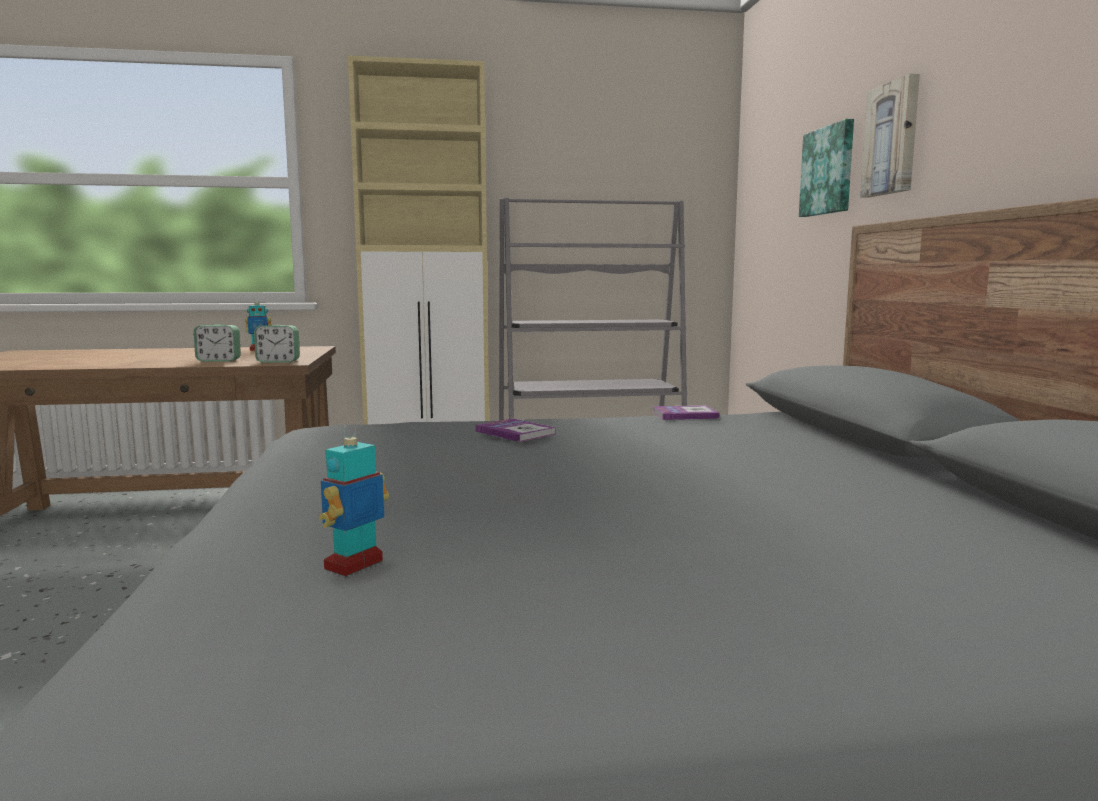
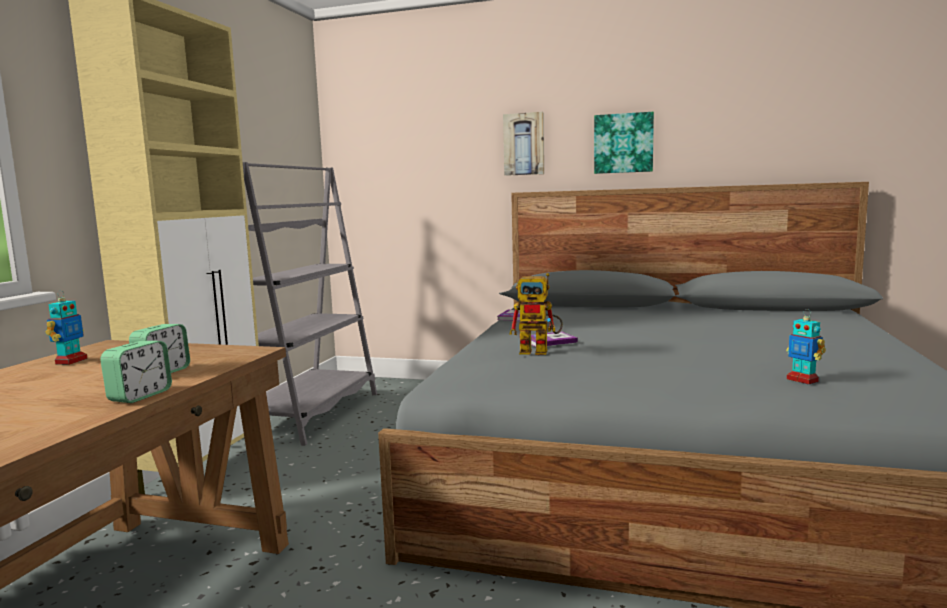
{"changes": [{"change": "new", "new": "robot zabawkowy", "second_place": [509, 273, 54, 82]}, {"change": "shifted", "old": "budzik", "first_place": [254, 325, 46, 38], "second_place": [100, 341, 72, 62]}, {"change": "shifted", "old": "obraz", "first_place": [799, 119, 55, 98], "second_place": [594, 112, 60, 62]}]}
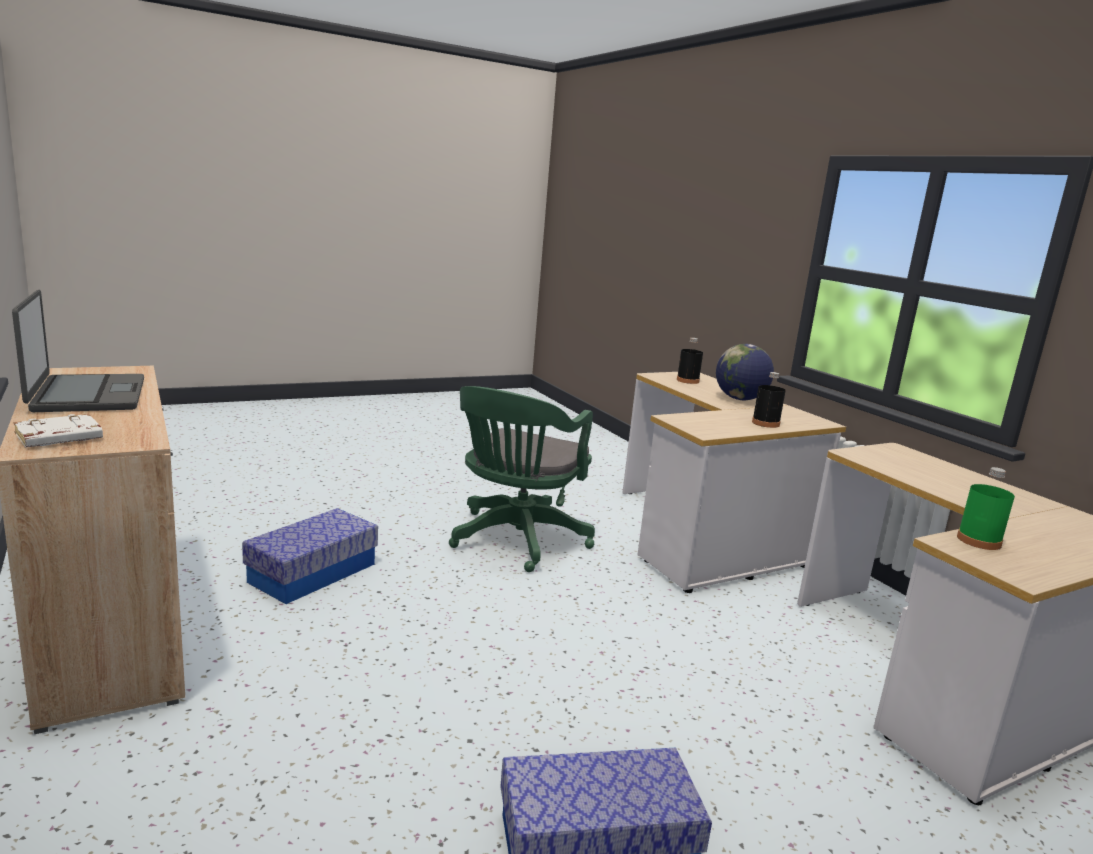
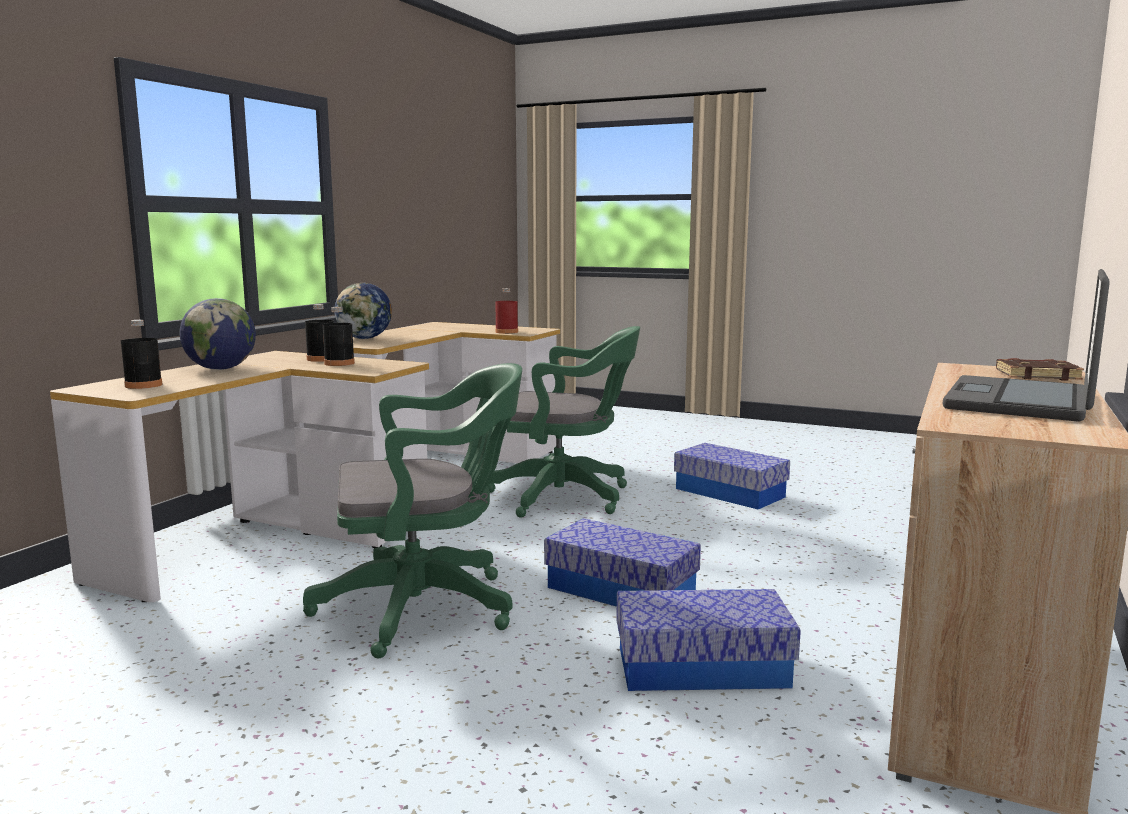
{"changes": [{"change": "new", "new": "butelka (czarny)", "second_place": [323, 307, 32, 59]}, {"change": "new", "new": "globus", "second_place": [334, 283, 58, 56]}, {"change": "new", "new": "krzesło biurowe (zielony)", "second_place": [487, 326, 153, 192]}, {"change": "new", "new": "pojemnik do przechowywania", "second_place": [544, 518, 157, 89]}, {"change": "repainted", "old": "książka (biały)", "new": "książka (brązowy)", "first_place": [13, 414, 90, 33], "second_place": [996, 358, 88, 23]}, {"change": "repainted", "old": "butelka (zielony)", "new": "butelka (czerwony)", "first_place": [957, 467, 58, 83], "second_place": [495, 288, 23, 46]}]}
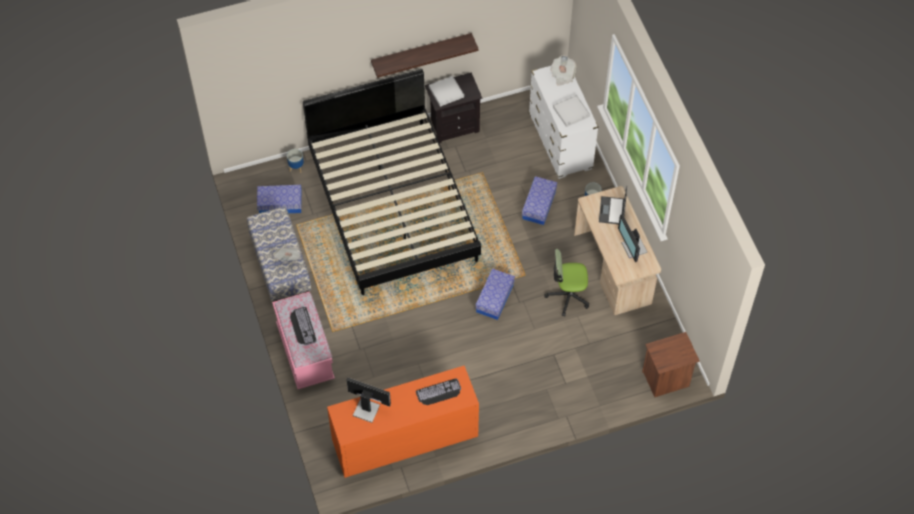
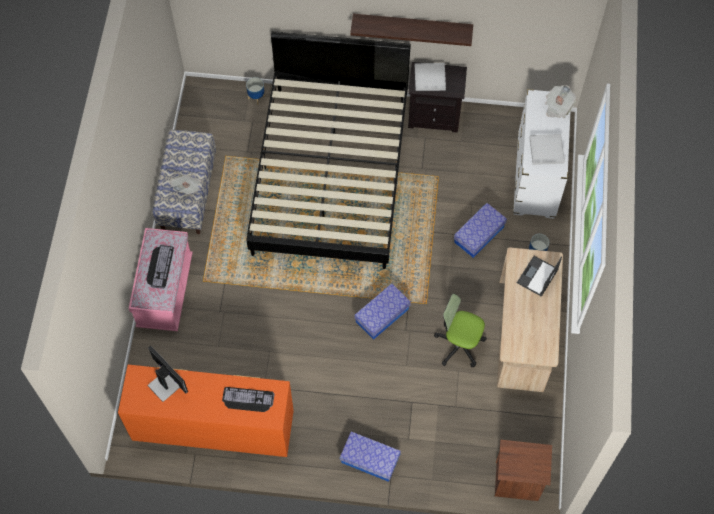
{"changes": [{"change": "gone", "old": "monitor", "first_place": [618, 214, 29, 48]}, {"change": "shifted", "old": "pojemnik do przechowywania", "first_place": [257, 185, 45, 28], "second_place": [340, 432, 61, 50]}]}
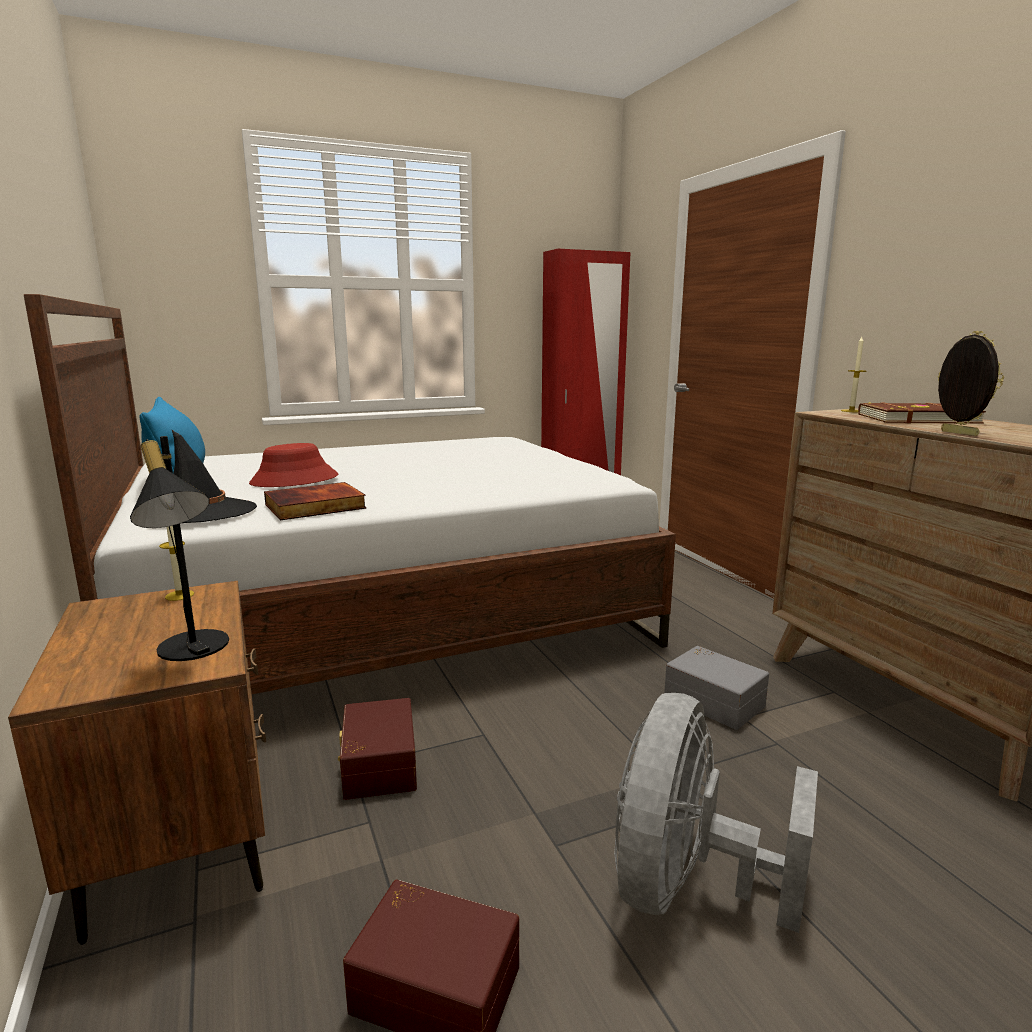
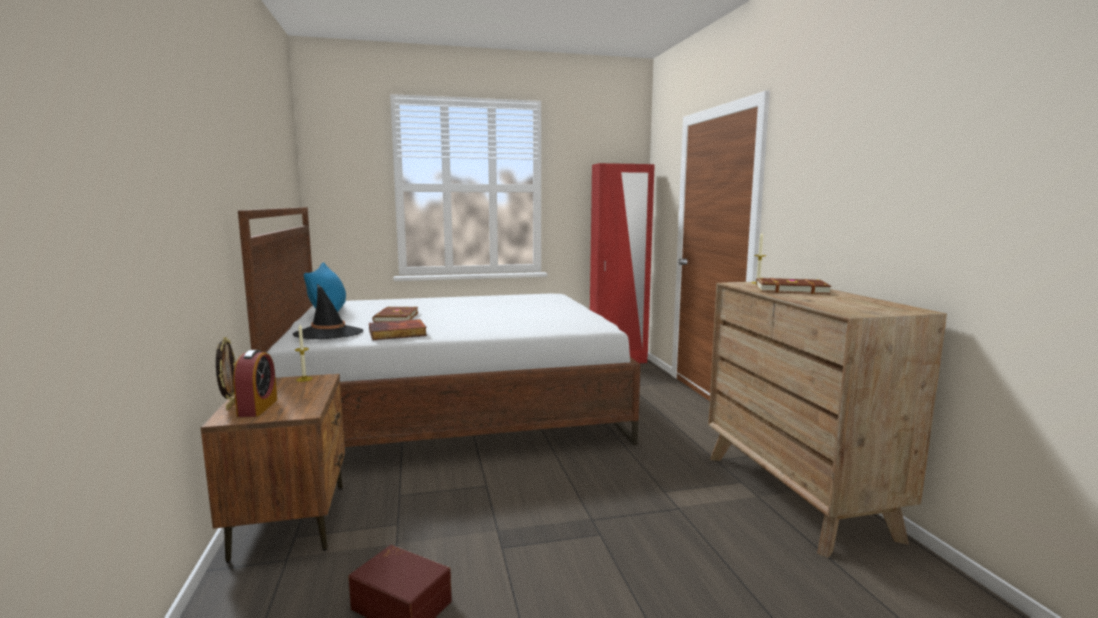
{"changes": [{"change": "gone", "old": "lampa stołowa (czarny)", "first_place": [130, 436, 99, 225]}, {"change": "gone", "old": "pojemnik do przechowywania (brązowy)", "first_place": [338, 698, 79, 102]}, {"change": "gone", "old": "wentylator (szary)", "first_place": [614, 693, 204, 240]}, {"change": "gone", "old": "pojemnik do przechowywania (szary)", "first_place": [664, 646, 105, 84]}, {"change": "new", "new": "budzik", "second_place": [233, 350, 44, 67]}, {"change": "shifted", "old": "ramka na zdjęcie", "first_place": [937, 331, 67, 105], "second_place": [216, 337, 20, 73]}, {"change": "swapped", "old": "kapelusz (czerwony)", "new": "książka (brązowy)", "first_place": [249, 443, 89, 44], "second_place": [372, 306, 47, 16]}]}
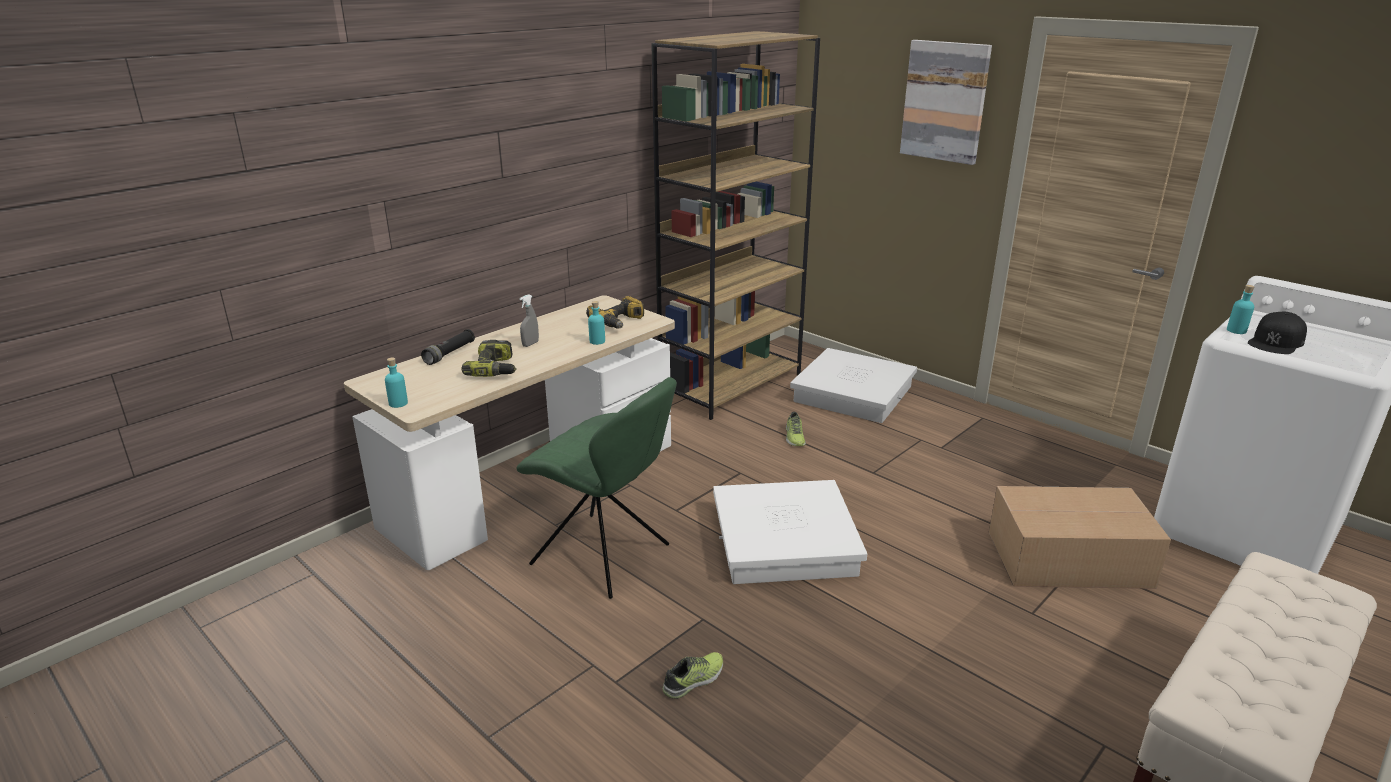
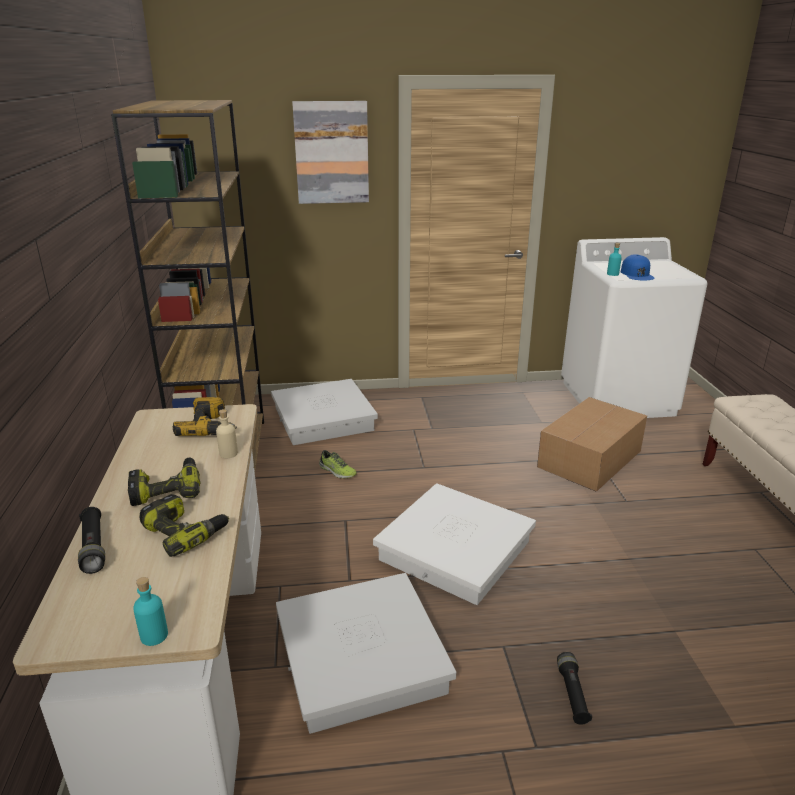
{"changes": [{"change": "swapped", "old": "krzesło (zielony)", "new": "pojemnik do przechowywania (biały)", "first_place": [516, 377, 161, 222], "second_place": [276, 573, 180, 161]}, {"change": "swapped", "old": "spryskiwacz (szary)", "new": "wiertarka", "first_place": [520, 294, 19, 53], "second_place": [128, 458, 72, 48]}, {"change": "swapped", "old": "but", "new": "latarka (czarny)", "first_place": [662, 652, 61, 47], "second_place": [557, 652, 35, 73]}, {"change": "repainted", "old": "butelka (turkusowy)", "new": "butelka (beżowy)", "first_place": [588, 301, 17, 44], "second_place": [216, 409, 22, 49]}, {"change": "repainted", "old": "czapka z daszkiem (czarny)", "new": "czapka z daszkiem (niebieski)", "first_place": [1248, 312, 59, 42], "second_place": [621, 254, 34, 26]}]}
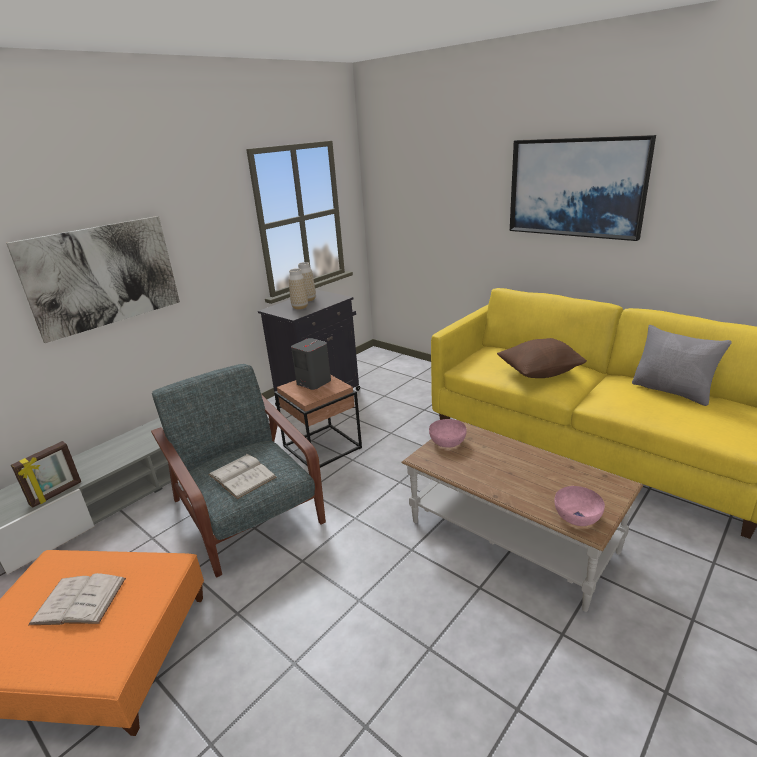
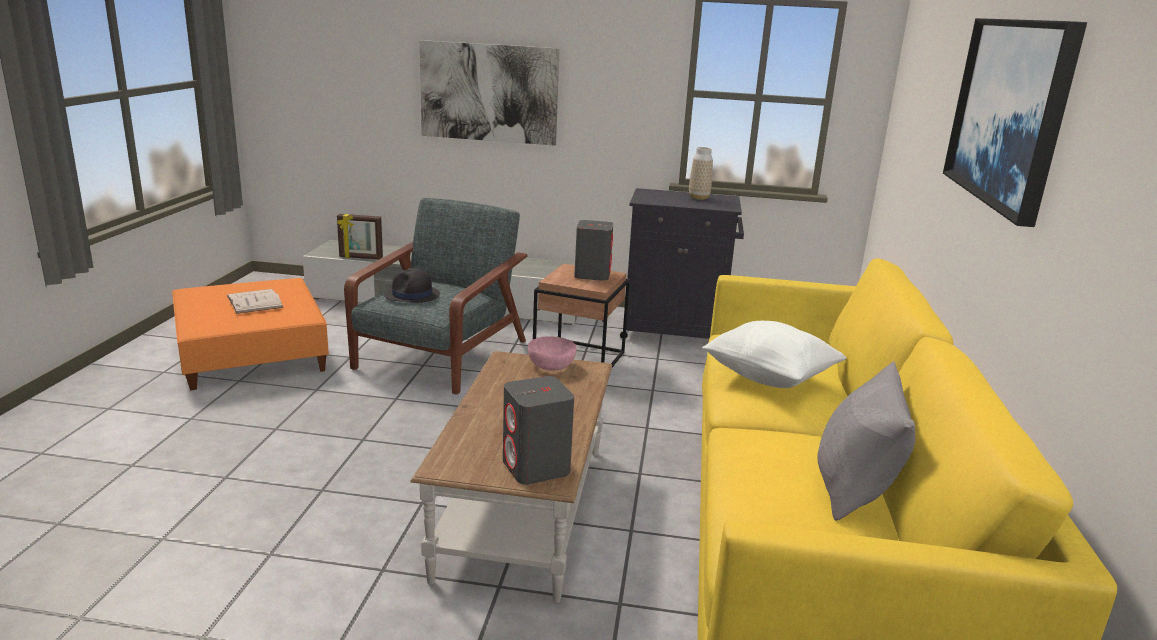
{"changes": [{"change": "gone", "old": "wazon", "first_place": [289, 269, 19, 41]}, {"change": "gone", "old": "miska (różowy)", "first_place": [554, 486, 51, 40]}, {"change": "new", "new": "głośnik (szary)", "second_place": [503, 376, 71, 109]}, {"change": "swapped", "old": "książka (biały)", "new": "kapelusz (czarny)", "first_place": [208, 454, 69, 45], "second_place": [384, 268, 56, 35]}, {"change": "repainted", "old": "poduszka (brązowy)", "new": "poduszka (biały)", "first_place": [497, 338, 90, 40], "second_place": [702, 321, 145, 67]}]}
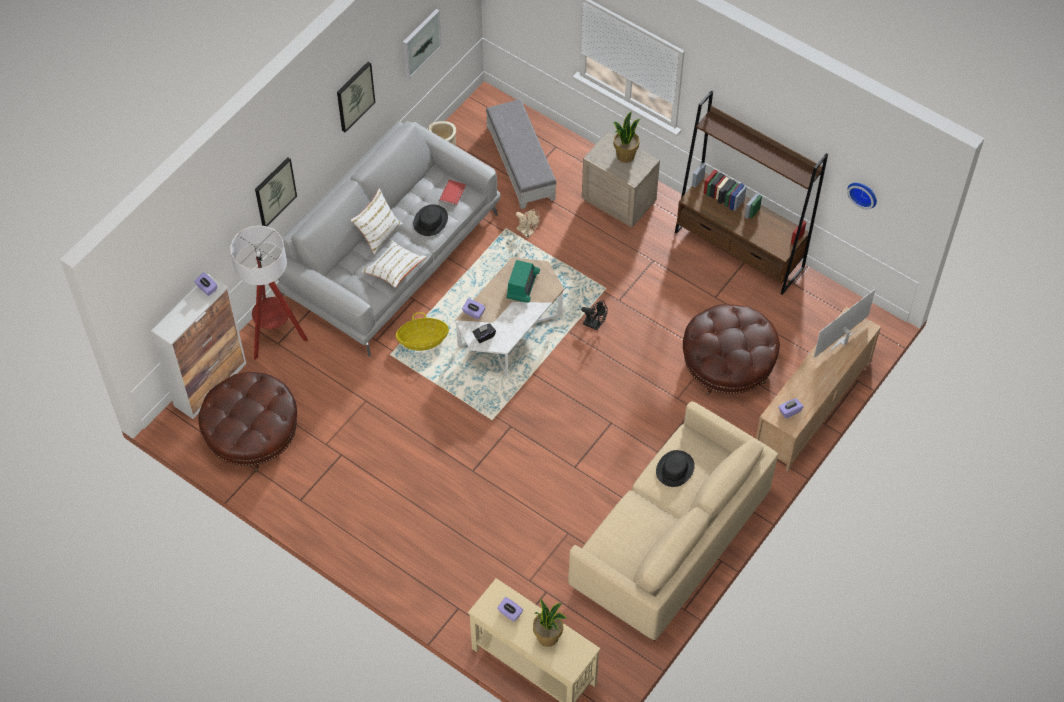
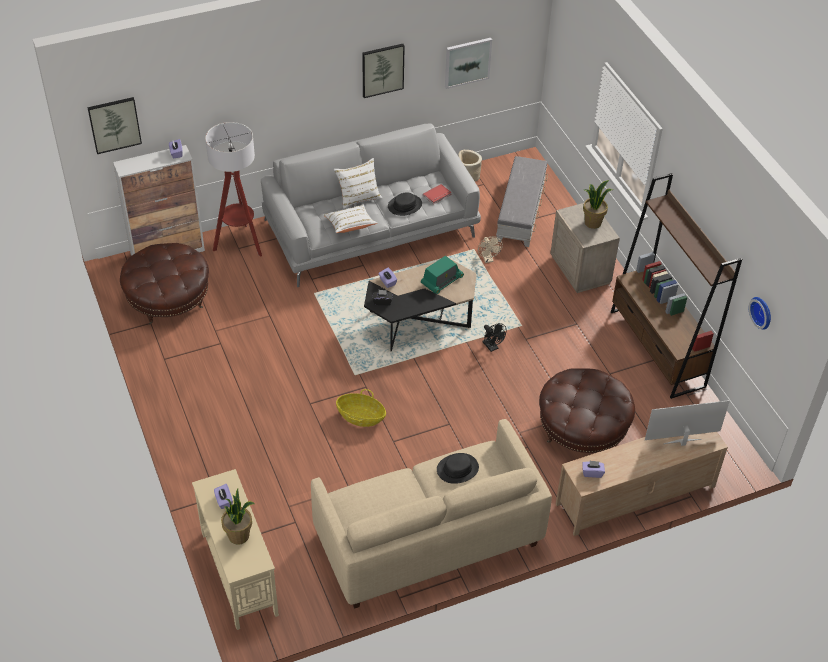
{"changes": [{"change": "shifted", "old": "obraz", "first_place": [255, 157, 42, 69], "second_place": [87, 97, 55, 57]}, {"change": "shifted", "old": "koszyk", "first_place": [396, 312, 53, 39], "second_place": [336, 389, 50, 38]}, {"change": "repainted", "old": "ława (biały)", "new": "ława (czarny)", "first_place": [455, 257, 109, 121], "second_place": [364, 258, 113, 94]}]}
